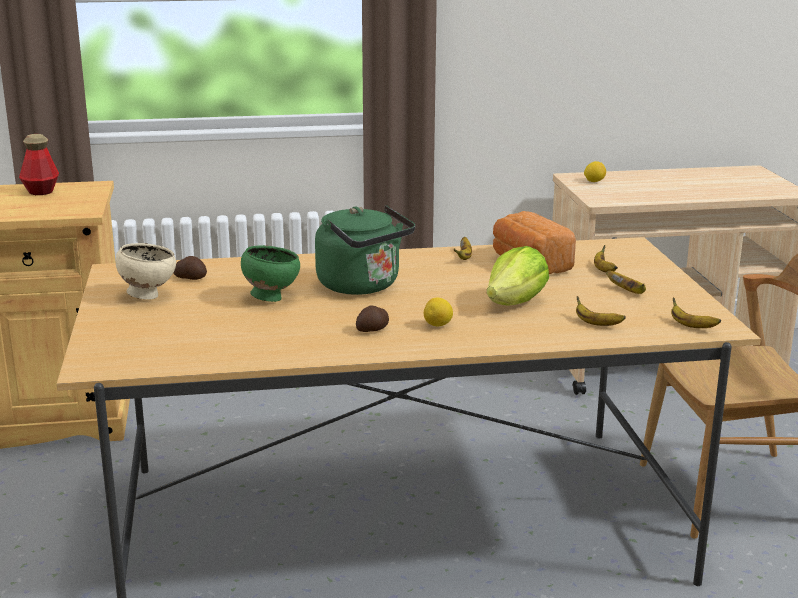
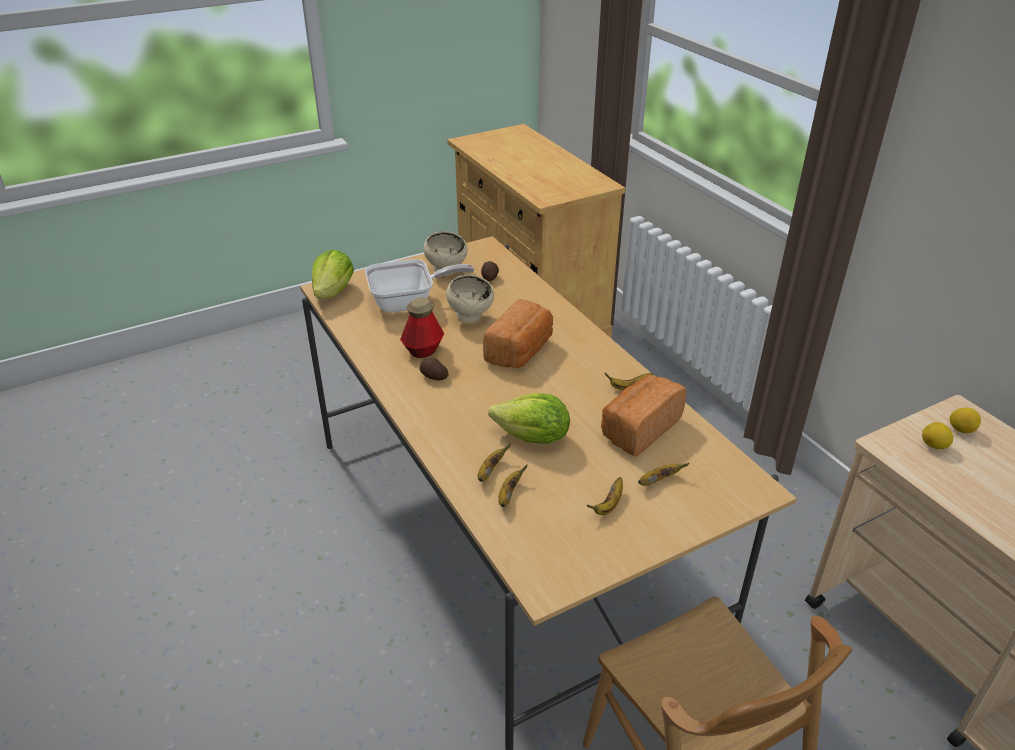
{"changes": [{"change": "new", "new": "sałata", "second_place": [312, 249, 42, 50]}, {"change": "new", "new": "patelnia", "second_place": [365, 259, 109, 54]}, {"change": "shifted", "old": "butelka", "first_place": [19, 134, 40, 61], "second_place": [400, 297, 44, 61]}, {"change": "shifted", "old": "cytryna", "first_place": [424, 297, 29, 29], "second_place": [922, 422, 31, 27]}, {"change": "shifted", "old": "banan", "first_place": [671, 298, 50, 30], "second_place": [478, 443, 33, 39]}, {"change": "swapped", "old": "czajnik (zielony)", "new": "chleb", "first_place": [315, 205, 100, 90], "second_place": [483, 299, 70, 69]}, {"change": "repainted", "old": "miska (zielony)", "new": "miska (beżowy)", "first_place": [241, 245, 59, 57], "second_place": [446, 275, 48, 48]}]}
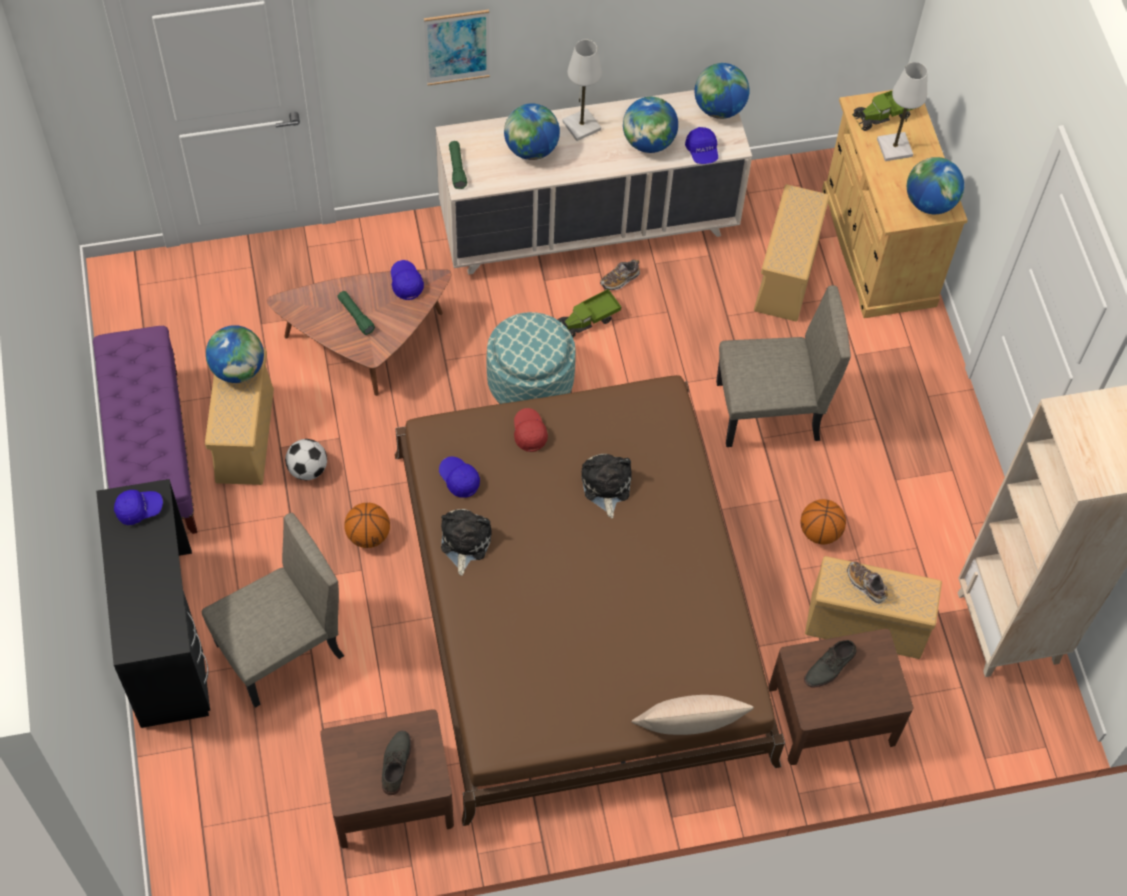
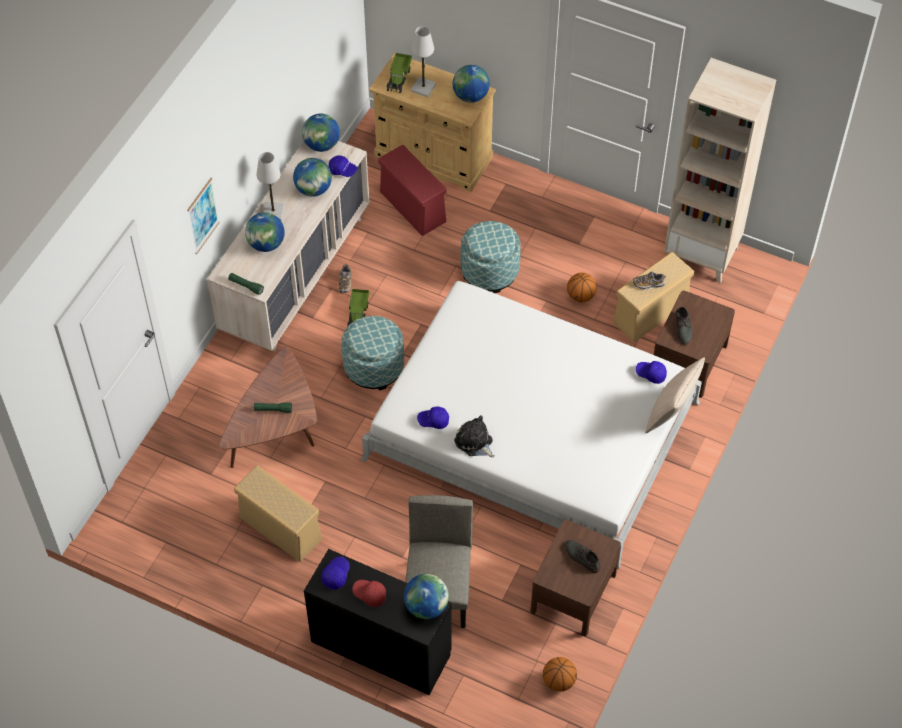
{"changes": [{"change": "gone", "old": "ławka (fioletowy)", "first_place": [93, 326, 104, 208]}, {"change": "gone", "old": "piłka futbolowa", "first_place": [285, 439, 42, 41]}, {"change": "gone", "old": "pluszak", "first_place": [581, 454, 51, 64]}, {"change": "shifted", "old": "globus", "first_place": [206, 325, 58, 58], "second_place": [404, 574, 45, 45]}, {"change": "shifted", "old": "piłka do koszykówki", "first_place": [345, 503, 45, 45], "second_place": [543, 657, 34, 35]}, {"change": "shifted", "old": "czapka z daszkiem (niebieski)", "first_place": [391, 260, 33, 40], "second_place": [636, 361, 31, 23]}, {"change": "shifted", "old": "czapka z daszkiem (czerwony)", "first_place": [514, 408, 34, 44], "second_place": [352, 580, 34, 27]}, {"change": "swapped", "old": "krzesło (beżowy)", "new": "pufa", "first_place": [716, 285, 135, 162], "second_place": [461, 221, 60, 72]}, {"change": "repainted", "old": "łóżko (brązowy)", "new": "łóżko (biały)", "first_place": [395, 375, 390, 451], "second_place": [361, 281, 341, 288]}, {"change": "repainted", "old": "pojemnik do przechowywania (beżowy)", "new": "pojemnik do przechowywania (czerwony)", "first_place": [754, 184, 76, 137], "second_place": [378, 145, 68, 91]}]}
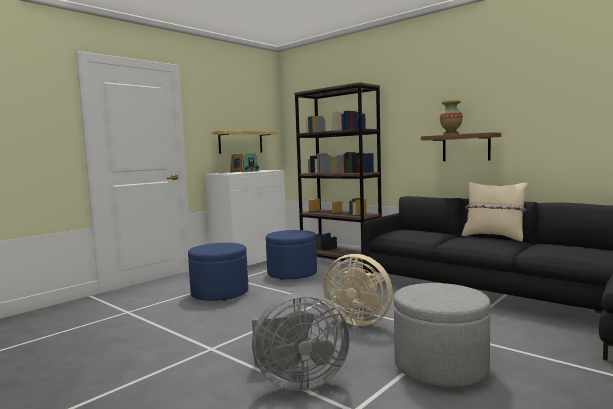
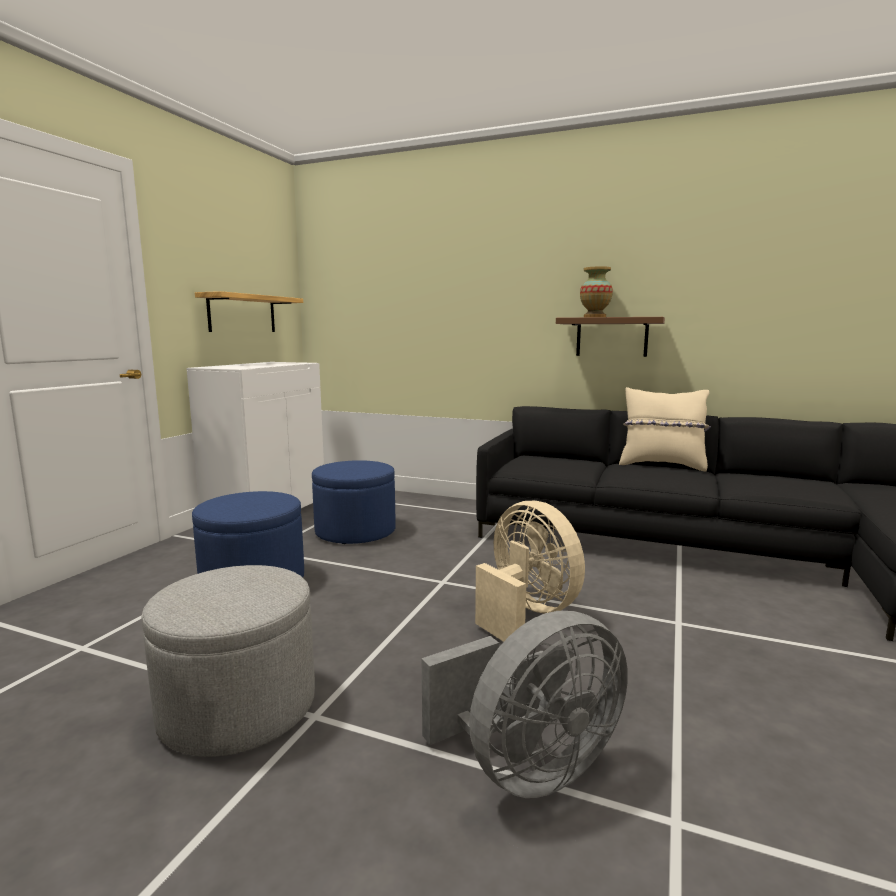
{"changes": [{"change": "gone", "old": "radio", "first_place": [230, 154, 29, 19]}, {"change": "gone", "old": "regał (brązowy)", "first_place": [294, 82, 88, 181]}, {"change": "shifted", "old": "pufa (szary)", "first_place": [394, 283, 97, 104], "second_place": [141, 565, 174, 192]}, {"change": "rotated", "old": "wentylator (beżowy)", "first_place": [323, 254, 70, 72], "second_place": [475, 501, 110, 141], "degrees": -135}]}
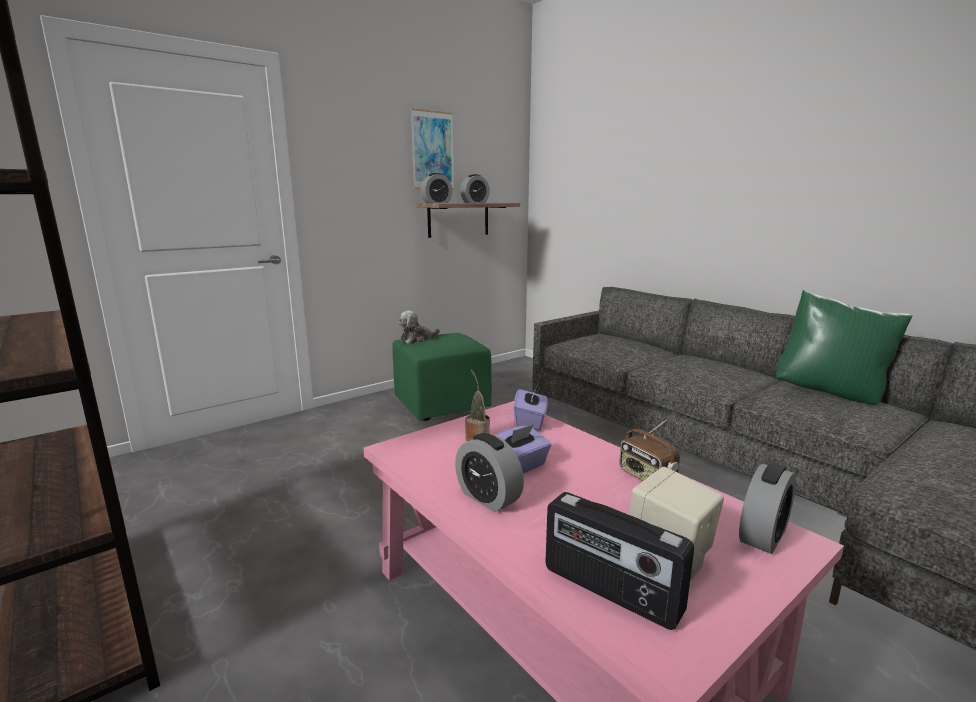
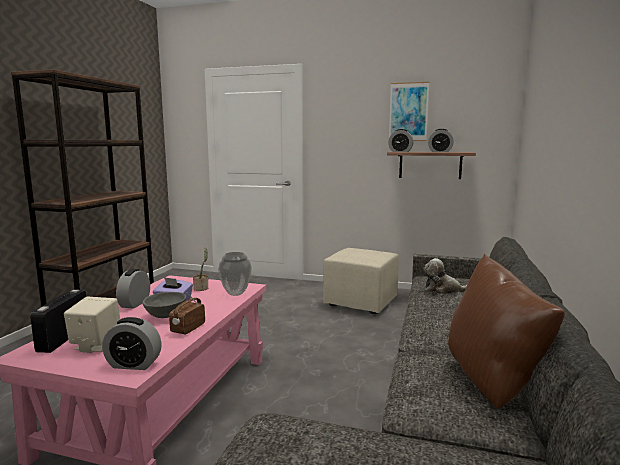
{"changes": [{"change": "new", "new": "miska (szary)", "second_place": [143, 292, 43, 26]}, {"change": "shifted", "old": "pluszak", "first_place": [398, 311, 42, 33], "second_place": [423, 258, 44, 36]}, {"change": "swapped", "old": "pudełko chusteczek (fioletowy)", "new": "wazon", "first_place": [514, 387, 34, 44], "second_place": [218, 252, 34, 44]}, {"change": "repainted", "old": "pufa (zielony)", "new": "pufa (beżowy)", "first_place": [392, 333, 100, 88], "second_place": [323, 248, 76, 66]}, {"change": "repainted", "old": "poduszka (zielony)", "new": "poduszka (brązowy)", "first_place": [776, 290, 136, 115], "second_place": [448, 254, 117, 155]}]}
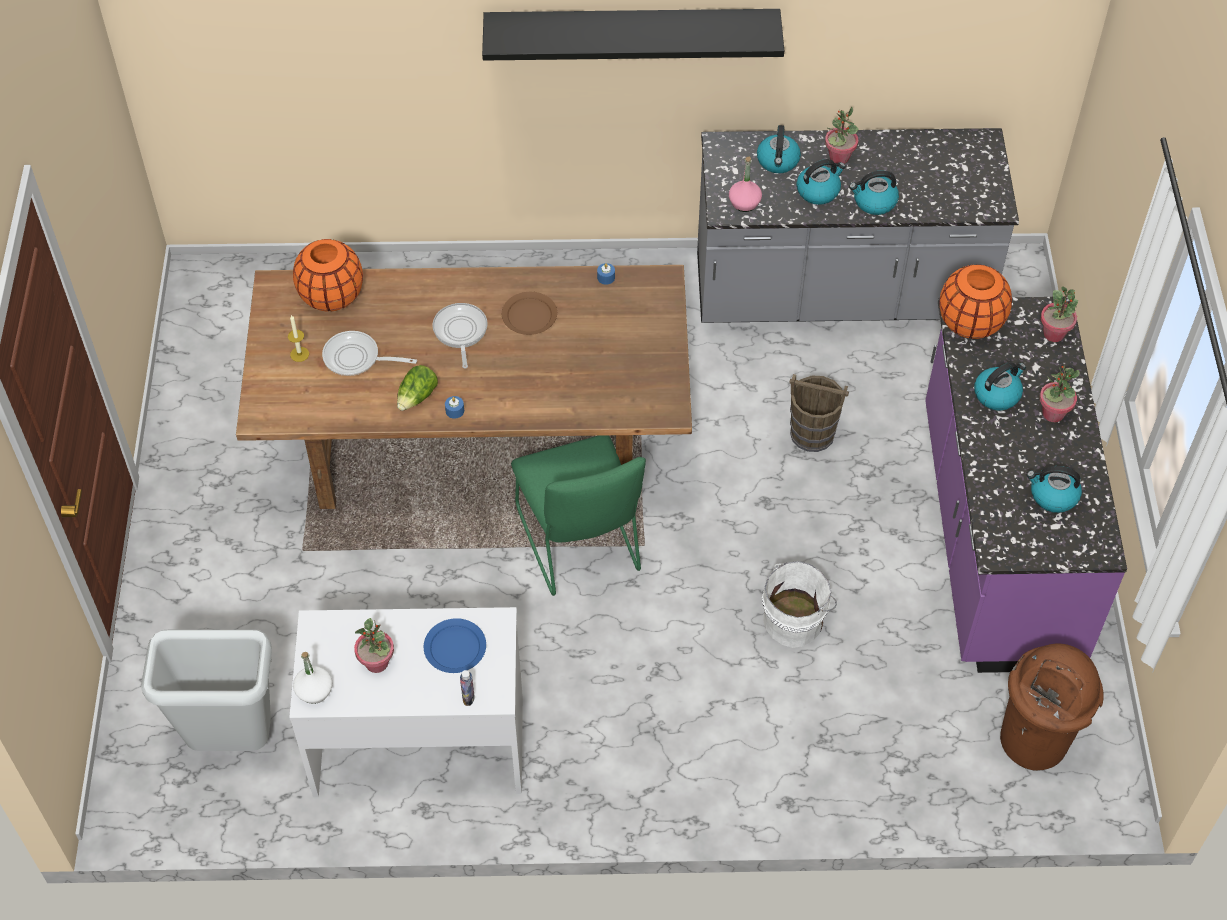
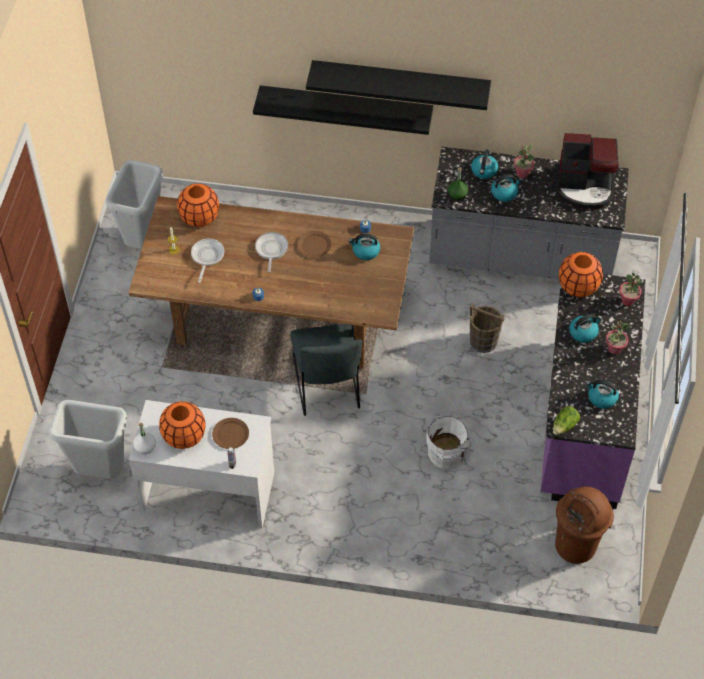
{"changes": [{"change": "new", "new": "kosz na śmieci (szary)", "second_place": [106, 160, 57, 89]}, {"change": "new", "new": "półka (czarny)", "second_place": [253, 85, 180, 50]}, {"change": "new", "new": "ekspres do kawy", "second_place": [555, 133, 64, 76]}, {"change": "shifted", "old": "sałata", "first_place": [397, 365, 41, 46], "second_place": [553, 406, 27, 29]}, {"change": "shifted", "old": "czajnik", "first_place": [849, 171, 50, 44], "second_place": [348, 234, 32, 26]}, {"change": "swapped", "old": "roślina doniczkowa", "new": "wazon (pomarańczowy)", "first_place": [354, 618, 40, 55], "second_place": [159, 401, 47, 48]}, {"change": "repainted", "old": "talerz (niebieski)", "new": "talerz (brązowy)", "first_place": [424, 618, 62, 55], "second_place": [212, 418, 37, 31]}, {"change": "repainted", "old": "krzesło (zielony)", "new": "krzesło (szary)", "first_place": [511, 435, 135, 161], "second_place": [290, 324, 72, 92]}, {"change": "repainted", "old": "butelka (różowy)", "new": "butelka (zielony)", "first_place": [729, 157, 33, 55], "second_place": [448, 167, 20, 33]}, {"change": "rotated", "old": "patelnia", "first_place": [322, 331, 95, 45], "second_place": [191, 239, 33, 44], "degrees": 75}]}
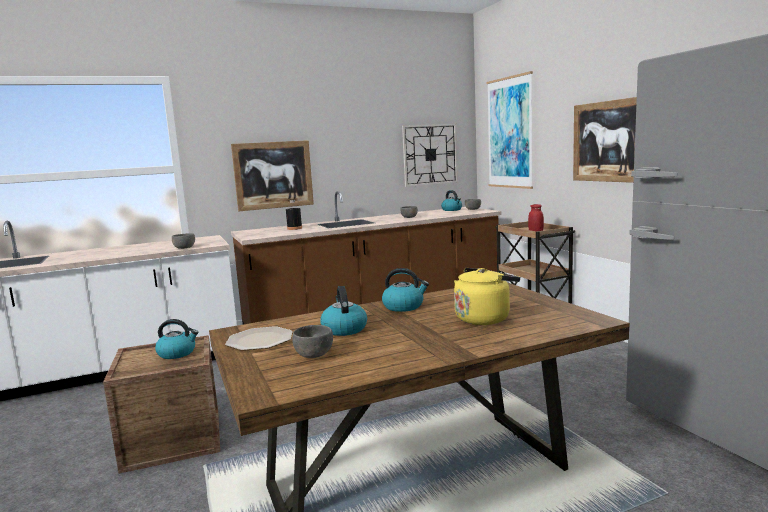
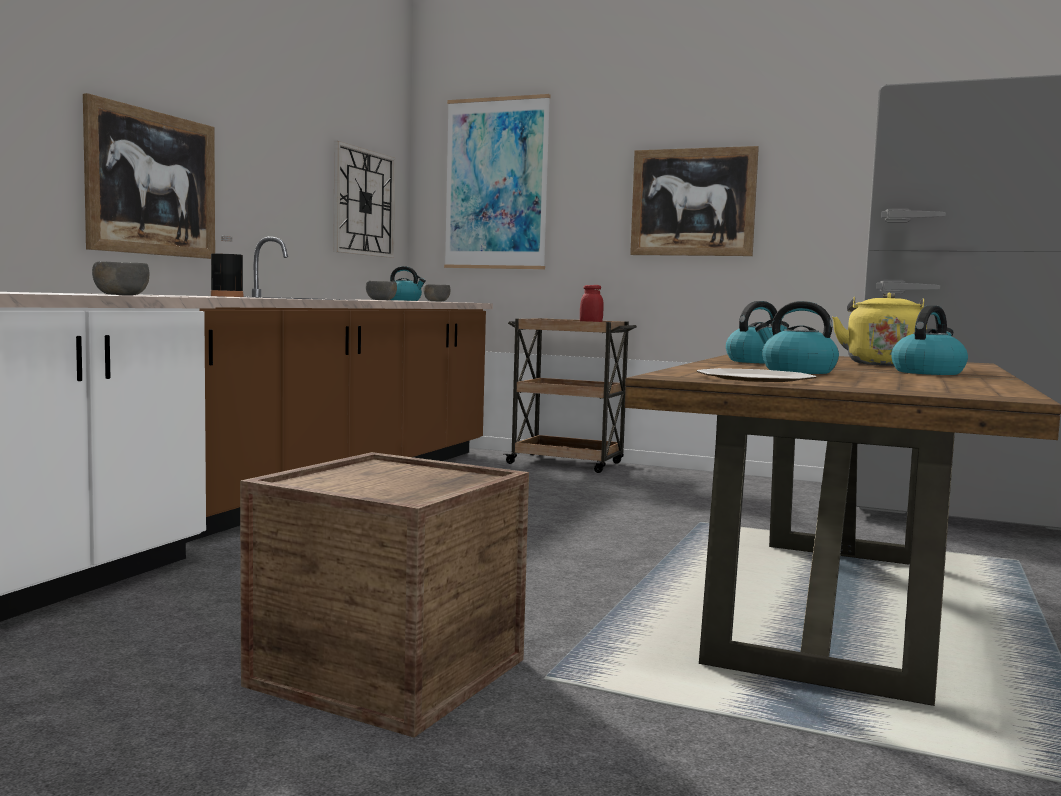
{"changes": [{"change": "gone", "old": "miska (szary)", "first_place": [292, 325, 41, 33]}, {"change": "shifted", "old": "czajnik", "first_place": [155, 319, 44, 40], "second_place": [891, 305, 77, 70]}]}
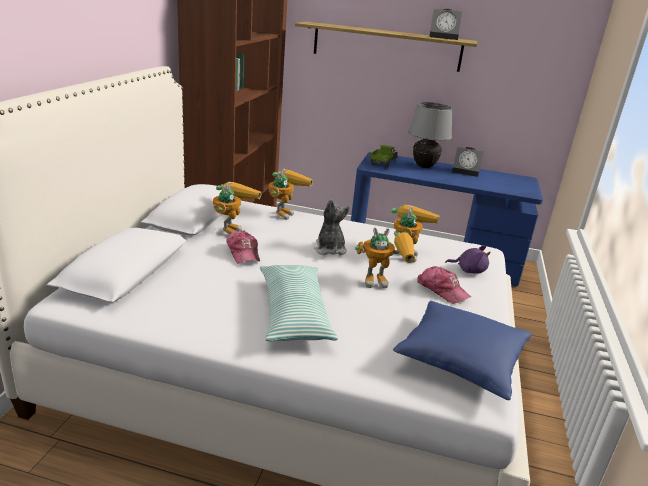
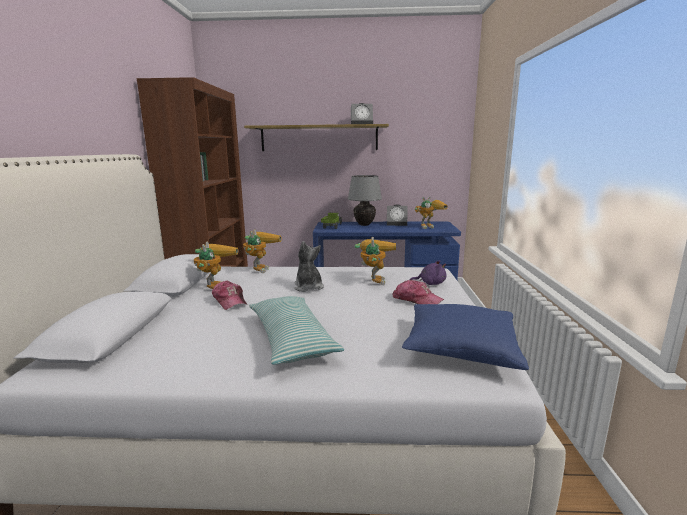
{"changes": [{"change": "shifted", "old": "robot zabawkowy", "first_place": [355, 227, 60, 61], "second_place": [415, 197, 33, 32]}]}
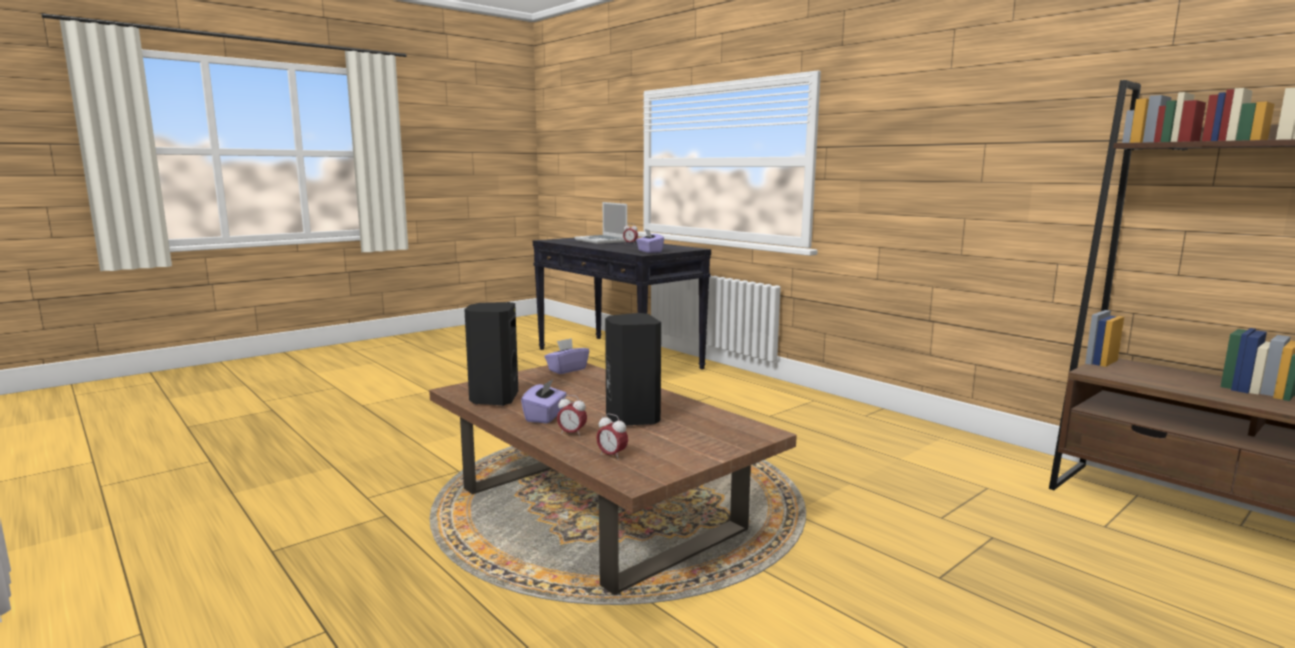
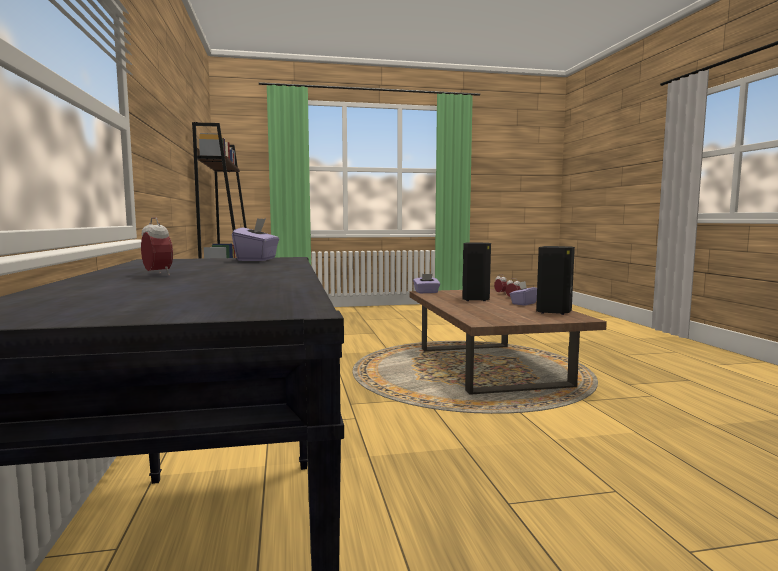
{"changes": [{"change": "gone", "old": "laptop", "first_place": [574, 202, 53, 42]}, {"change": "shifted", "old": "pudełko chusteczek (fioletowy)", "first_place": [545, 338, 44, 36], "second_place": [413, 274, 27, 19]}]}
